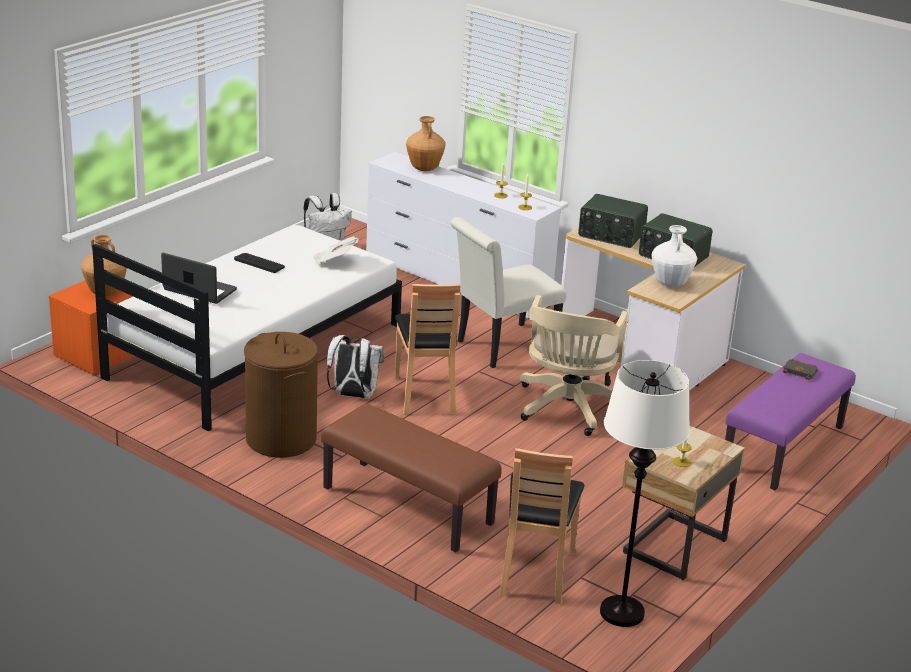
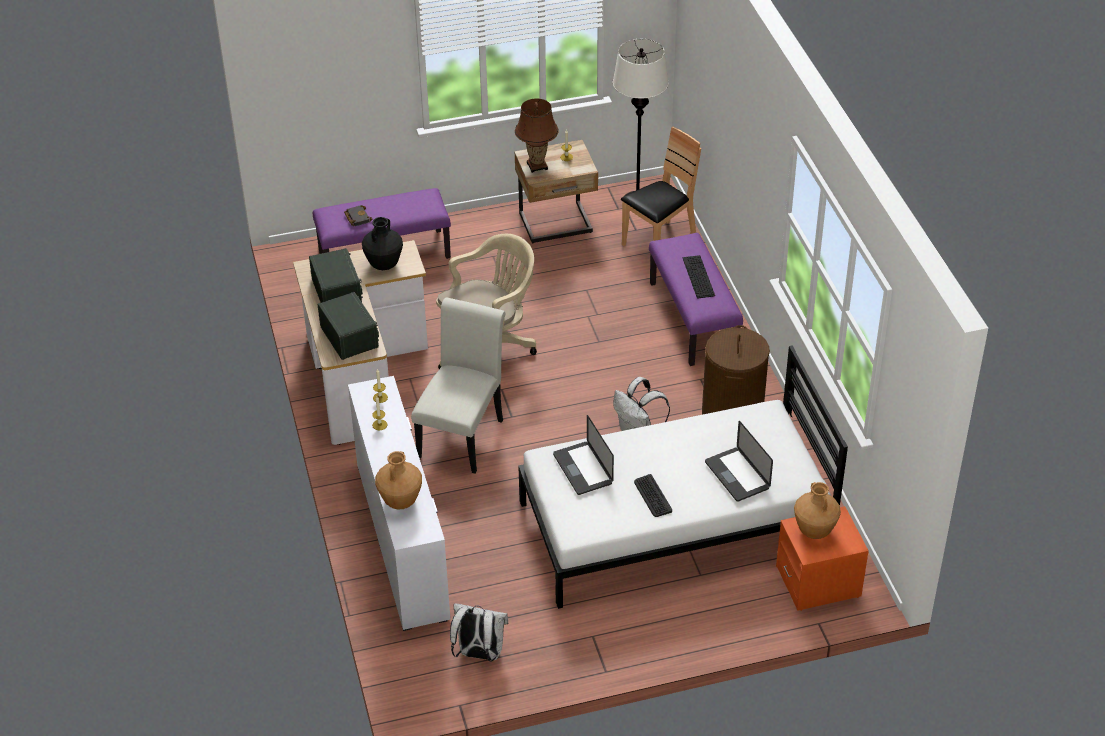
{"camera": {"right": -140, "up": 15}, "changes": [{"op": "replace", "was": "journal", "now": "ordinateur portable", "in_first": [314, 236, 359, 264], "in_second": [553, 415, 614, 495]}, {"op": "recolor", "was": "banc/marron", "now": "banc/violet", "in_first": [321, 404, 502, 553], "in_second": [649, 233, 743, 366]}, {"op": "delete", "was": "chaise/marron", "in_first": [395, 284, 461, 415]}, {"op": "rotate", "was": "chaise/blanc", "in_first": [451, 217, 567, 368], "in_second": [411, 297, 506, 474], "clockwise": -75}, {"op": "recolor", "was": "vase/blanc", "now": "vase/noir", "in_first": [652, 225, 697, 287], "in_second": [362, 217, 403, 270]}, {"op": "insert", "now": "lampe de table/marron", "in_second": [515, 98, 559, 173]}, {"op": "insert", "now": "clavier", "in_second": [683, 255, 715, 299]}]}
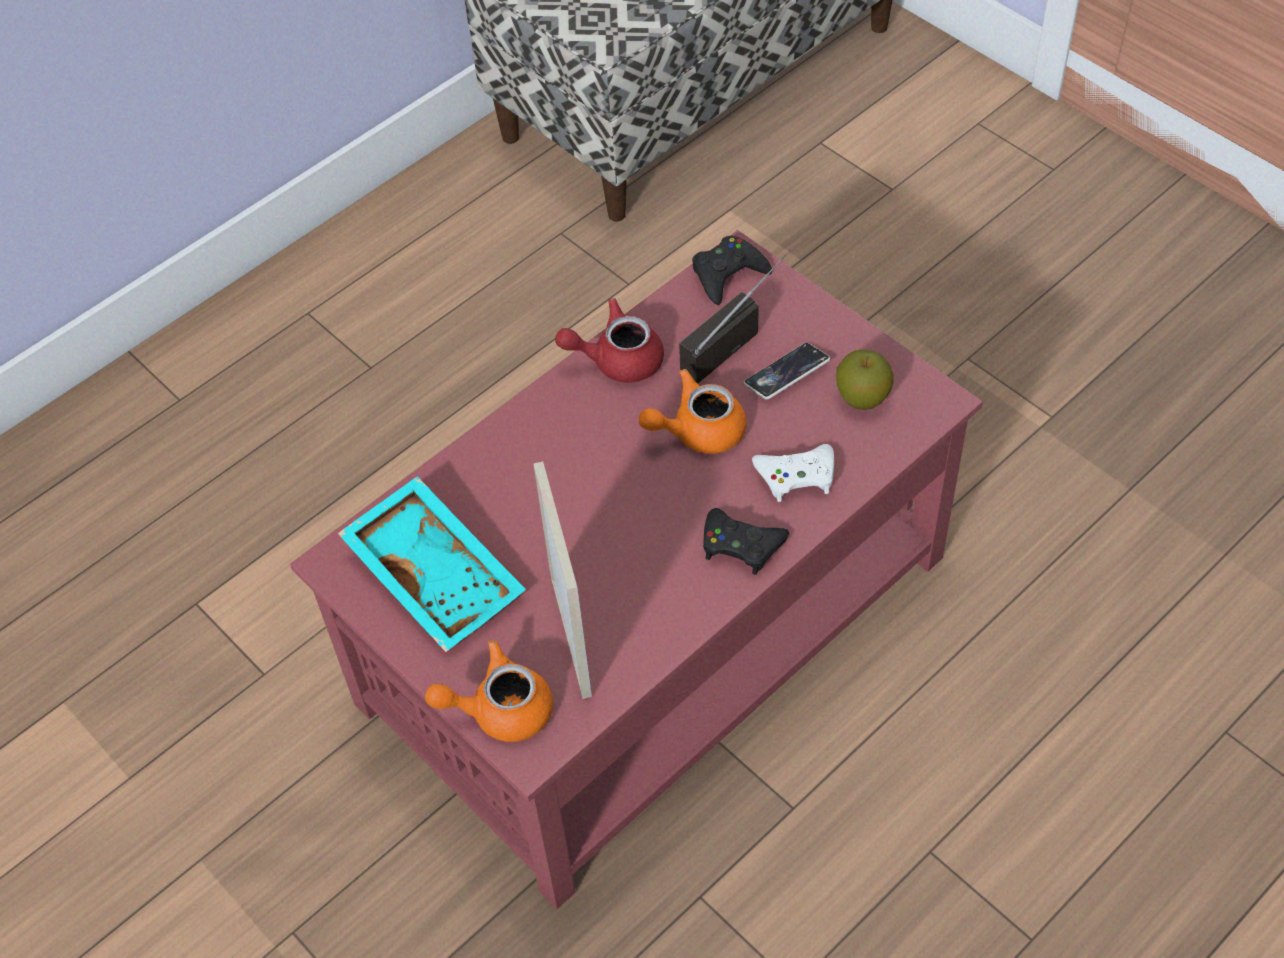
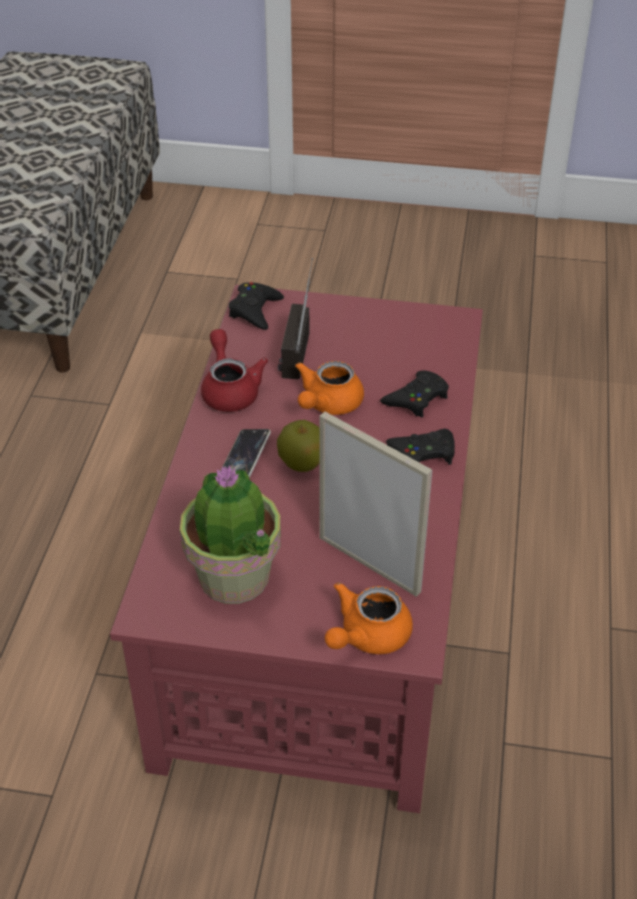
{"camera": {"right": -40, "up": -10}, "changes": [{"op": "replace", "was": "plateau/turquoise", "now": "plante en pot", "in_first": [338, 476, 526, 652], "in_second": [180, 465, 281, 604]}, {"op": "rotate", "was": "théière/rouge", "in_first": [555, 298, 664, 383], "in_second": [201, 329, 268, 412], "clockwise": 120}, {"op": "move", "was": "téléphone", "in_first": [744, 343, 830, 399], "in_second": [221, 429, 271, 477]}, {"op": "recolor", "was": "manette/blanc", "now": "manette/noir", "in_first": [752, 444, 834, 502], "in_second": [380, 370, 449, 418]}, {"op": "move", "was": "pomme", "in_first": [836, 349, 894, 410], "in_second": [277, 420, 320, 472]}]}
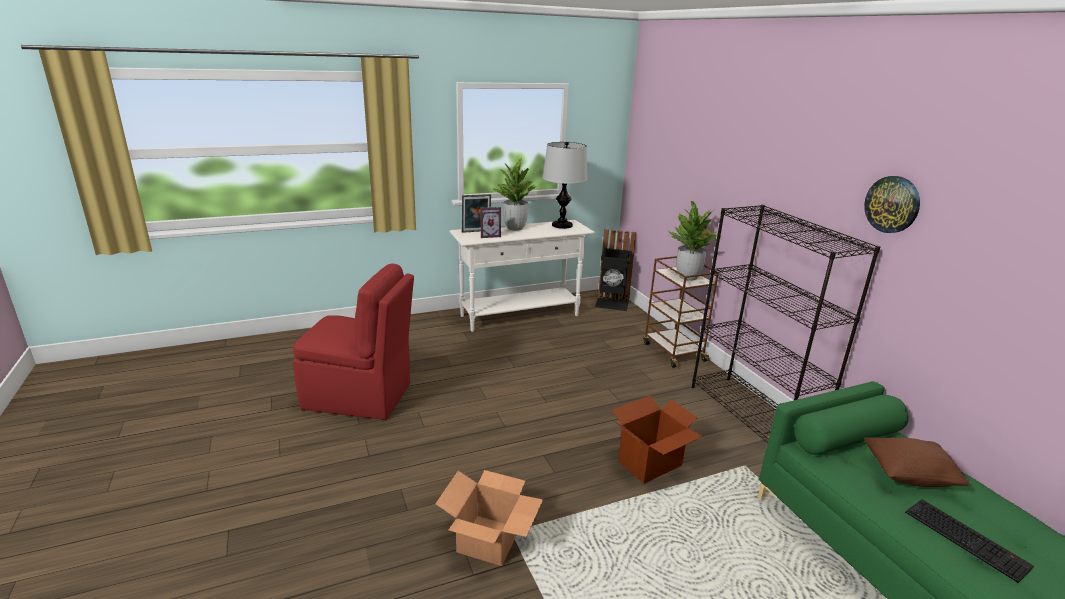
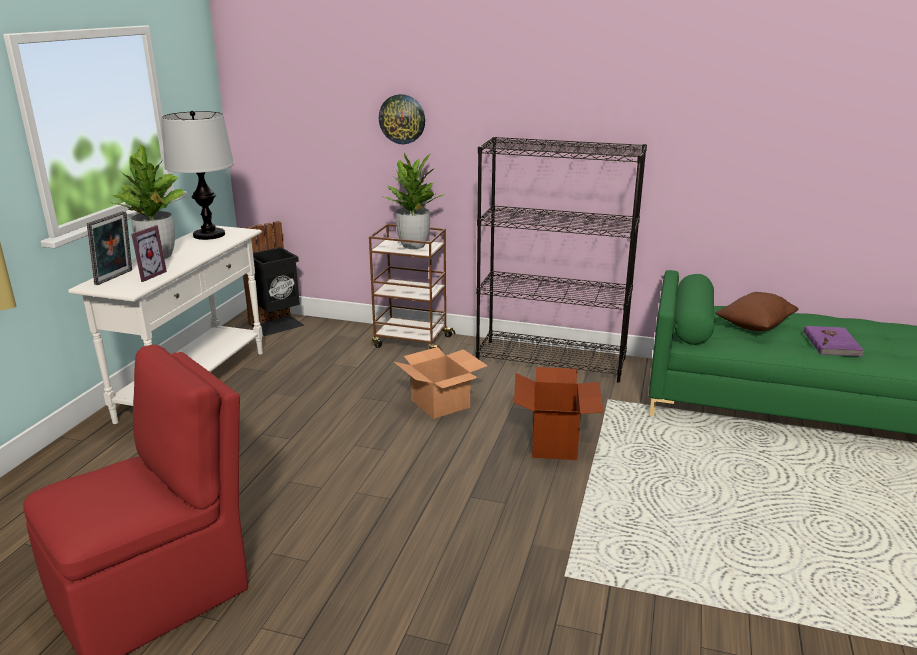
{"camera": {"right": -50, "up": 0}, "changes": [{"op": "move", "was": "carton", "in_first": [435, 470, 543, 566], "in_second": [394, 347, 488, 419]}, {"op": "move", "was": "horloge murale", "in_first": [864, 176, 920, 233], "in_second": [379, 94, 425, 144]}, {"op": "replace", "was": "clavier", "now": "livre/violet", "in_first": [905, 499, 1034, 583], "in_second": [804, 326, 864, 356]}]}
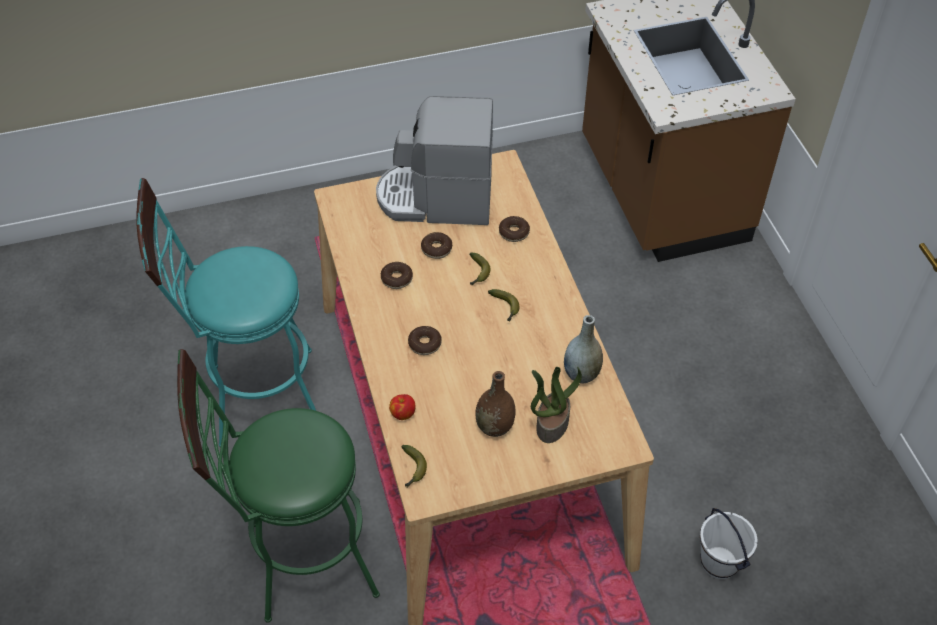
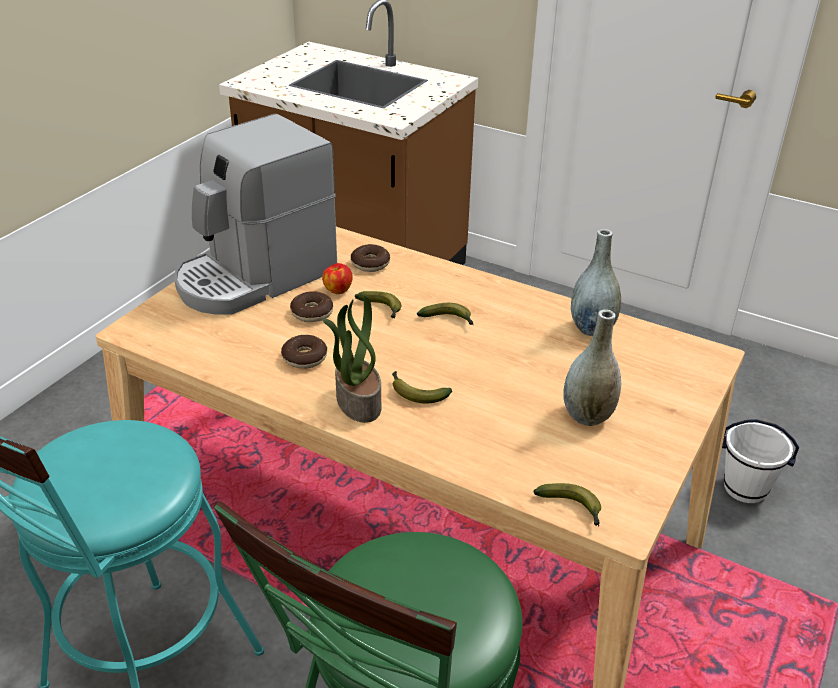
{"camera": {"right": -45, "up": -15}, "changes": [{"op": "move", "was": "pomme", "in_first": [389, 394, 416, 420], "in_second": [322, 263, 353, 294]}, {"op": "replace", "was": "beignet", "now": "banane", "in_first": [408, 326, 442, 355], "in_second": [392, 371, 452, 404]}, {"op": "recolor", "was": "vase/marron", "now": "vase/gris", "in_first": [475, 371, 516, 437], "in_second": [563, 309, 621, 426]}, {"op": "move", "was": "plante en pot", "in_first": [531, 367, 582, 443], "in_second": [323, 296, 381, 423]}]}
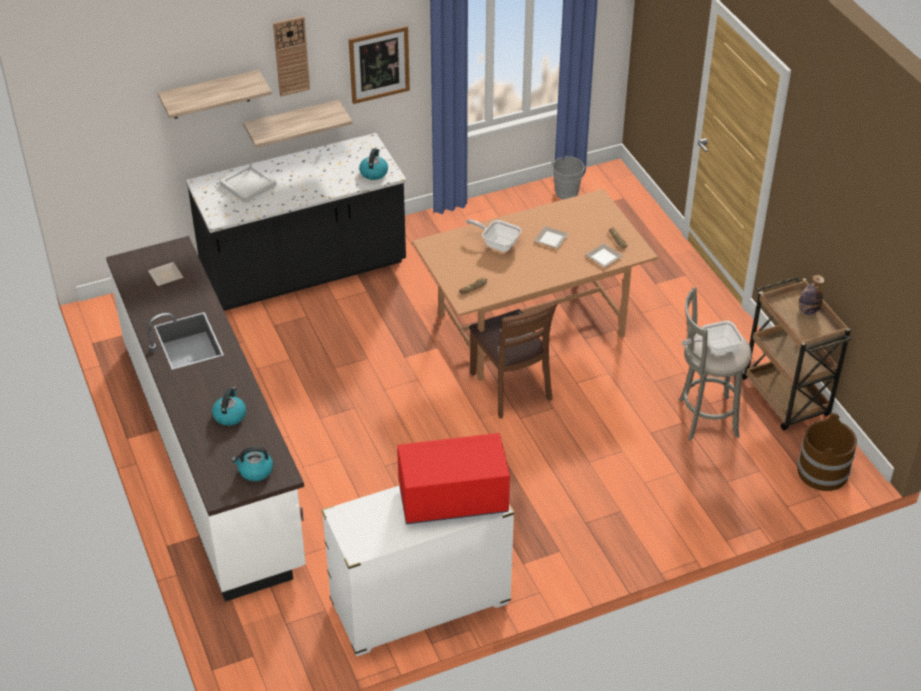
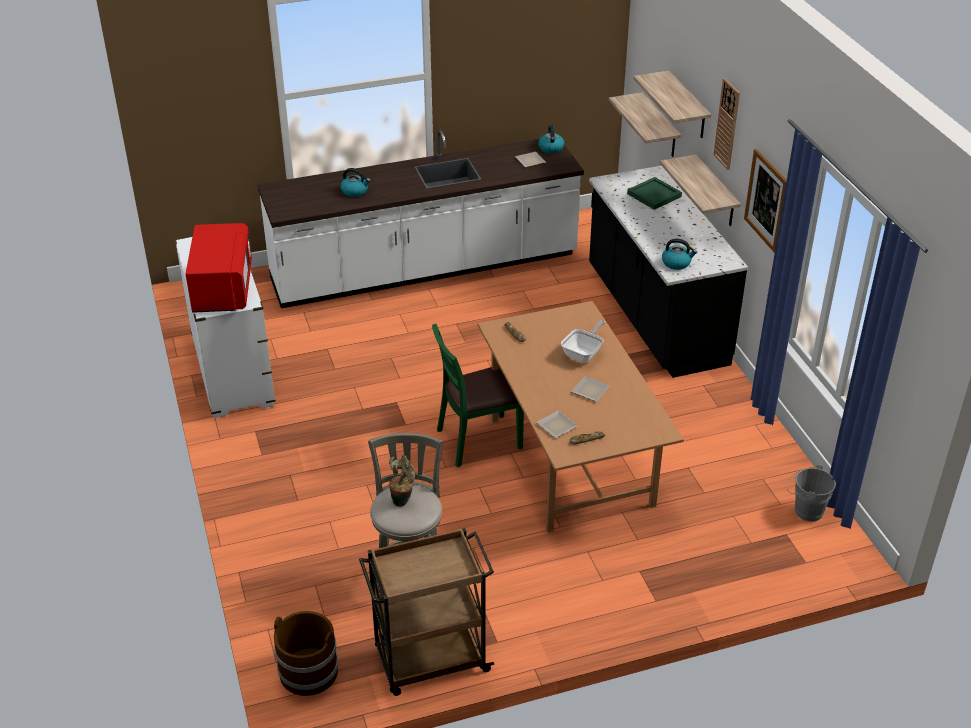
{"camera": {"right": 95, "up": -5}, "changes": [{"op": "recolor", "was": "plateau/blanc", "now": "plateau/vert", "in_first": [219, 164, 277, 203], "in_second": [627, 177, 682, 210]}, {"op": "move", "was": "bouilloire", "in_first": [231, 447, 273, 481], "in_second": [538, 125, 564, 154]}, {"op": "recolor", "was": "chaise/marron", "now": "chaise/vert", "in_first": [469, 300, 558, 419], "in_second": [432, 324, 524, 467]}, {"op": "replace", "was": "poêle", "now": "plante en pot", "in_first": [682, 321, 743, 354], "in_second": [389, 455, 415, 507]}, {"op": "delete", "was": "bouteille", "in_first": [798, 275, 825, 315]}, {"op": "insert", "now": "étagère", "in_second": [609, 92, 681, 157]}]}
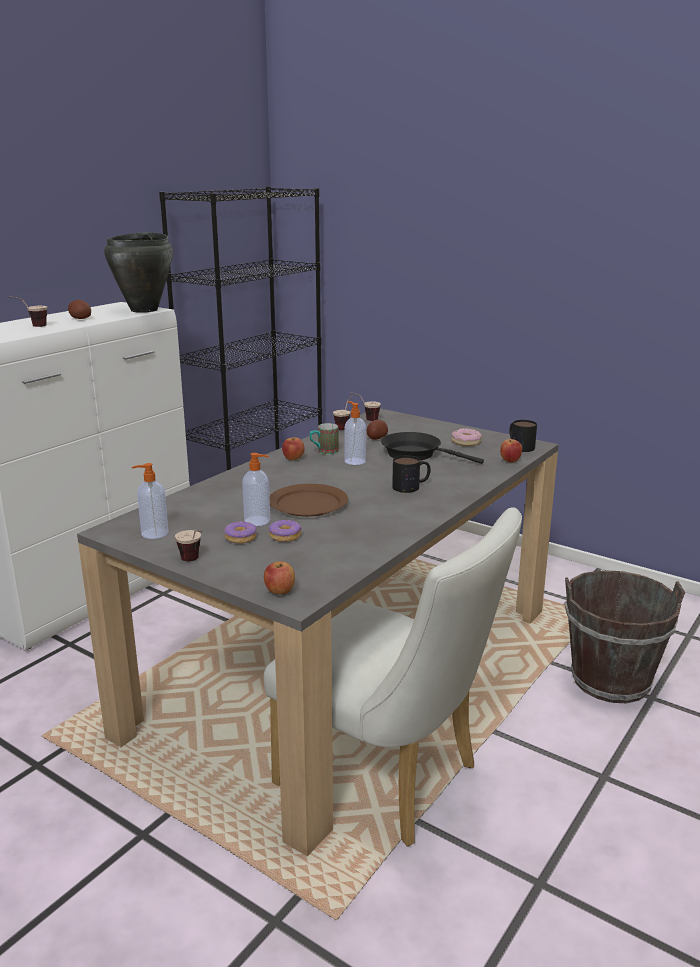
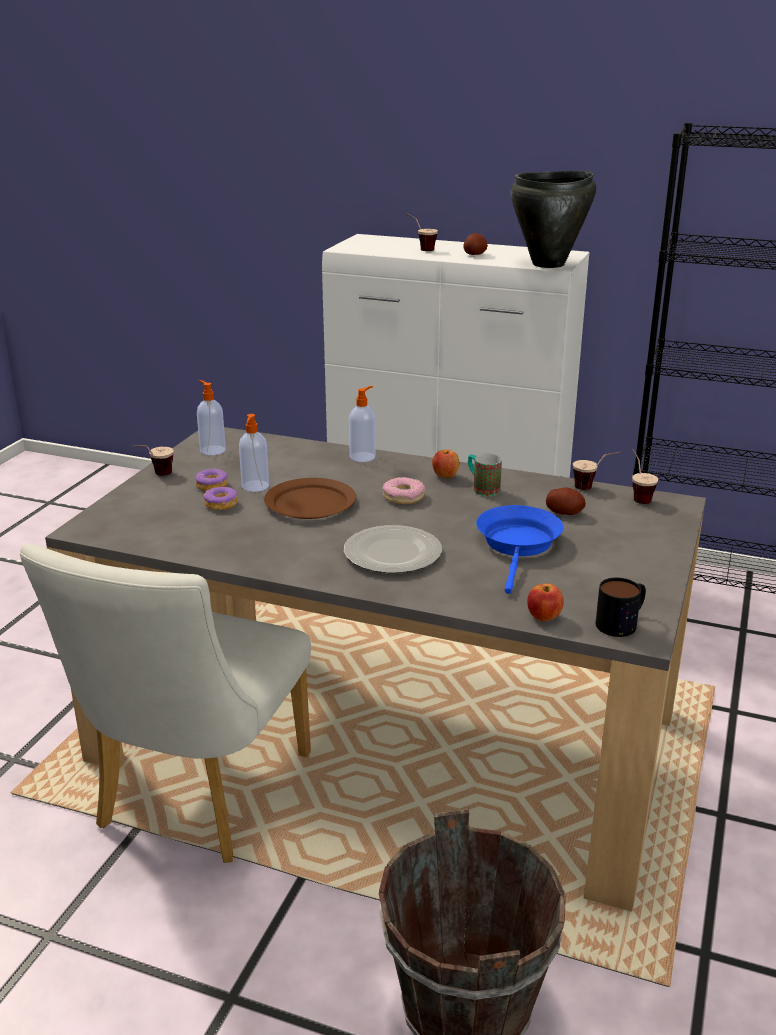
{"camera": {"right": 75, "up": 5}, "changes": [{"op": "delete", "was": "pomme", "in_first": [264, 561, 295, 595]}, {"op": "move", "was": "distributeur de savon", "in_first": [344, 401, 366, 465], "in_second": [349, 386, 376, 462]}, {"op": "recolor", "was": "poêle/noir", "now": "poêle/bleu", "in_first": [381, 432, 484, 464], "in_second": [476, 505, 564, 594]}, {"op": "replace", "was": "mug", "now": "assiette", "in_first": [392, 455, 430, 493], "in_second": [344, 525, 442, 573]}, {"op": "move", "was": "beignet", "in_first": [452, 428, 482, 446], "in_second": [382, 477, 425, 504]}]}
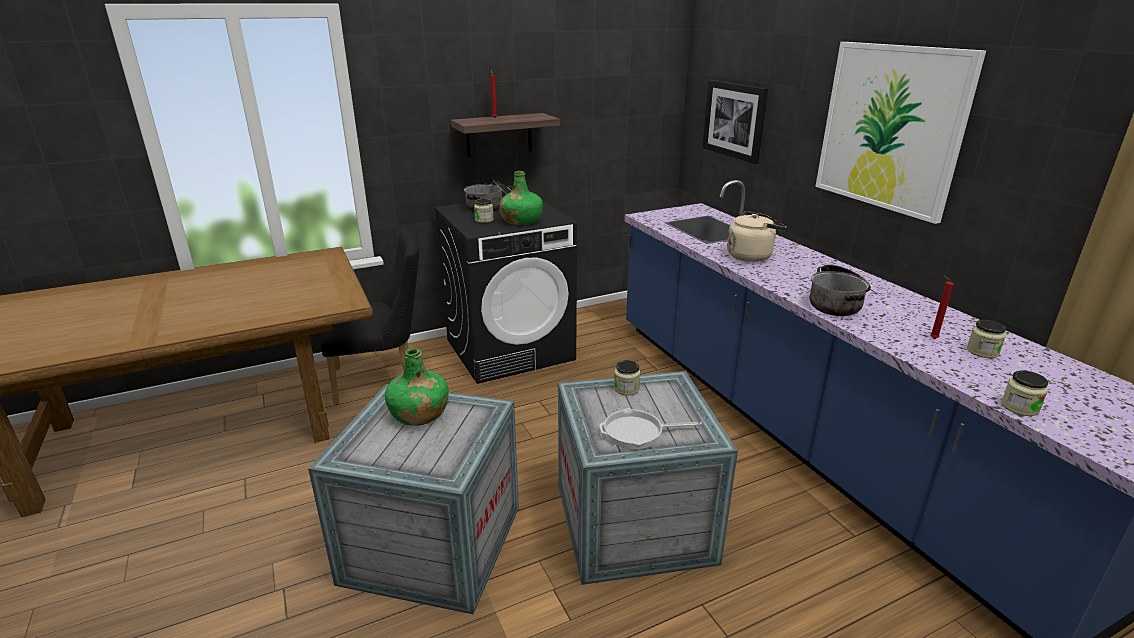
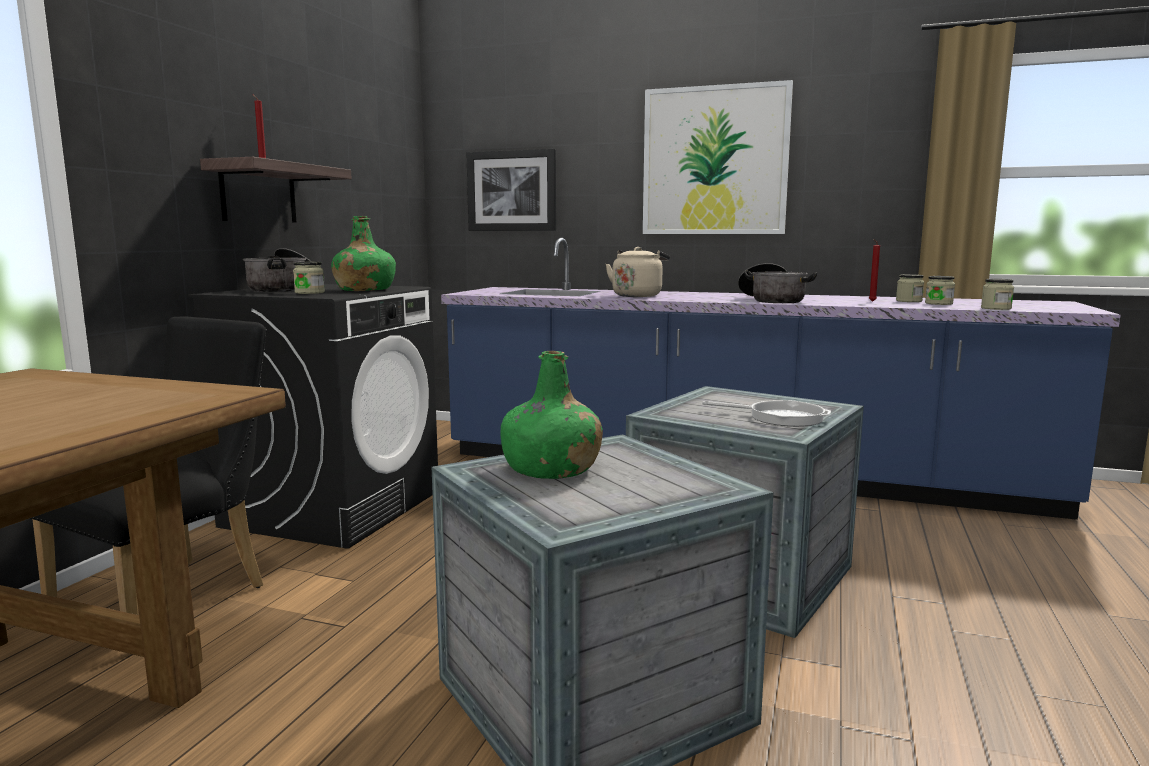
{"camera": {"right": -45, "up": -15}, "changes": [{"op": "rotate", "was": "poêle", "in_first": [600, 408, 702, 449], "in_second": [702, 400, 831, 427], "clockwise": -105}, {"op": "move", "was": "bocal", "in_first": [614, 360, 640, 395], "in_second": [925, 276, 955, 305]}]}
